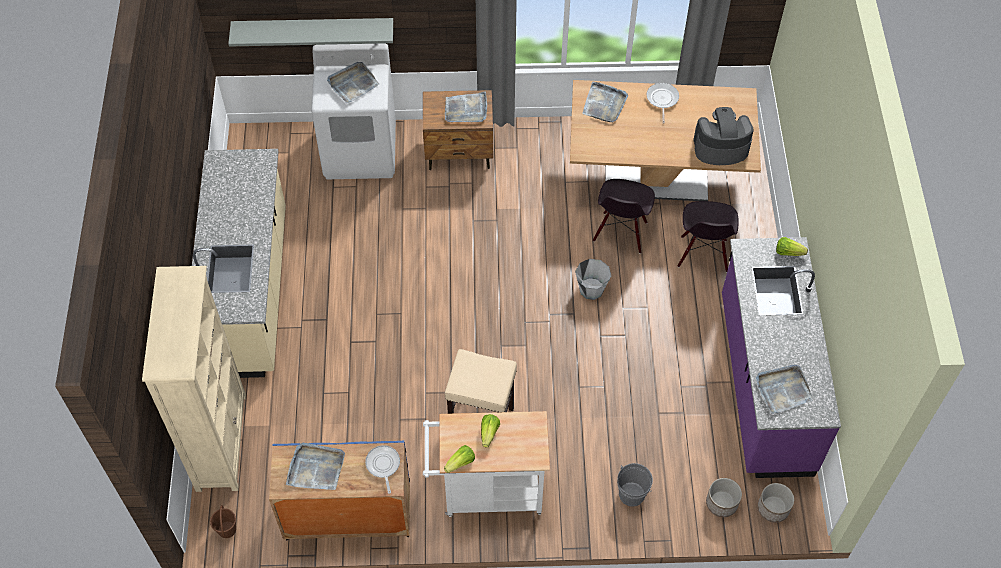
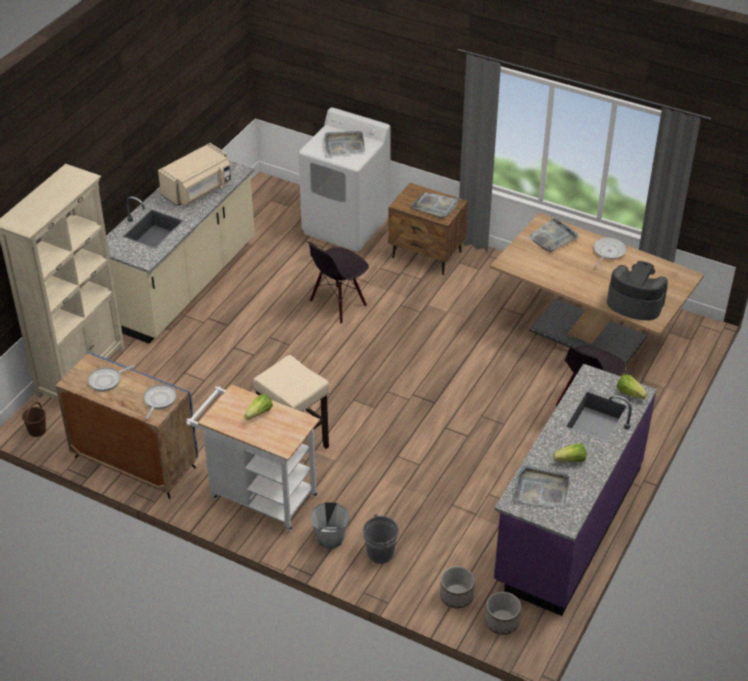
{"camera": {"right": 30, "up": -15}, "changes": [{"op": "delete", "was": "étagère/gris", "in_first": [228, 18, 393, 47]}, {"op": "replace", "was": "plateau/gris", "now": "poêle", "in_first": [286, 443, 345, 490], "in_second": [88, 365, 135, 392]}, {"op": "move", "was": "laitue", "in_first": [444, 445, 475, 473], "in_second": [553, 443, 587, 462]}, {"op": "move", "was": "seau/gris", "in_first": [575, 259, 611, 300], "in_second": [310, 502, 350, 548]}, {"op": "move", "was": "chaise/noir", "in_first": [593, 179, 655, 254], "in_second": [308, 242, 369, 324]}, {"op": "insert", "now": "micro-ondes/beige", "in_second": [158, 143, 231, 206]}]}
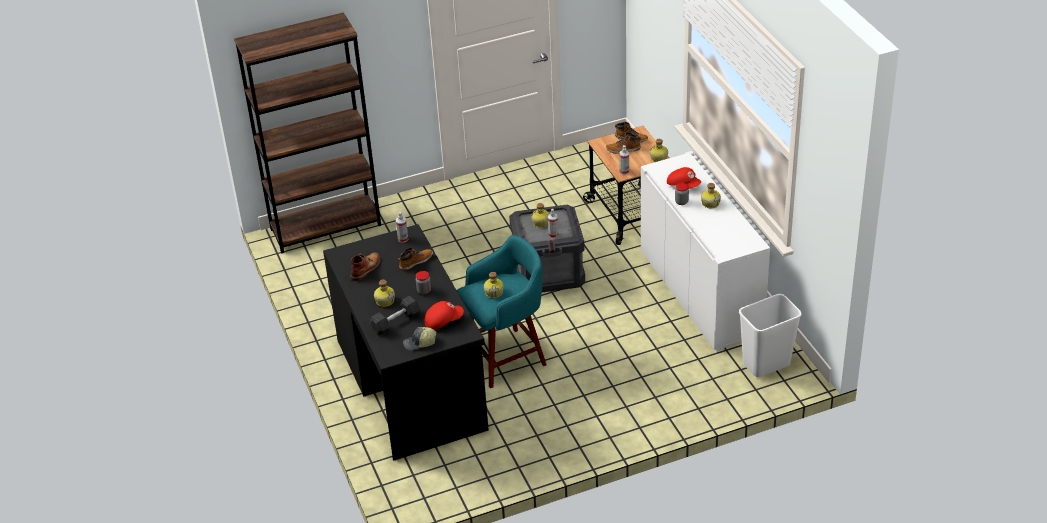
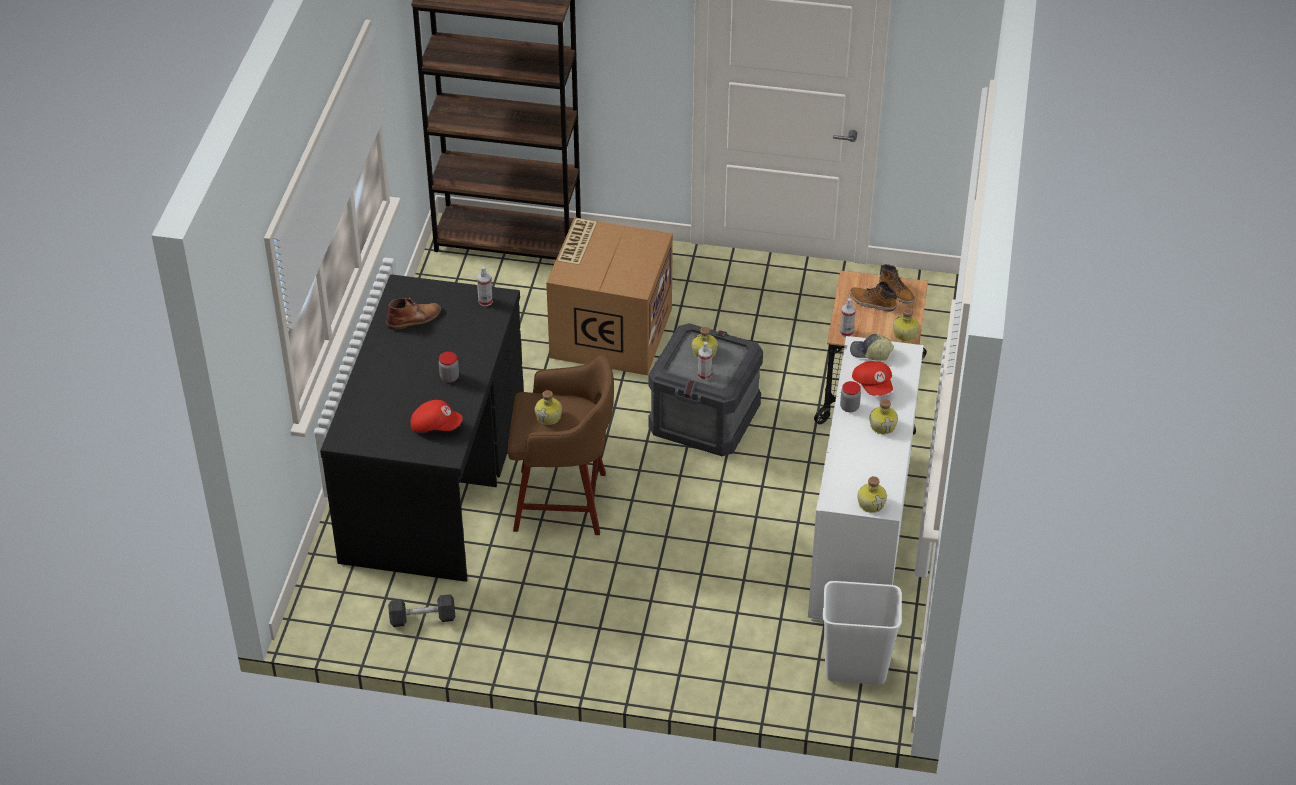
{"camera": {"right": 30, "up": 5}, "changes": [{"op": "move", "was": "haltère/gris", "in_first": [370, 296, 420, 335], "in_second": [388, 594, 455, 627]}, {"op": "move", "was": "bouteille", "in_first": [374, 280, 395, 307], "in_second": [857, 476, 887, 513]}, {"op": "delete", "was": "botte", "in_first": [398, 248, 433, 271]}, {"op": "move", "was": "casquette", "in_first": [403, 327, 437, 351], "in_second": [850, 334, 894, 361]}, {"op": "recolor", "was": "tabouret/turquoise", "now": "tabouret/marron", "in_first": [457, 235, 547, 388], "in_second": [508, 355, 614, 535]}, {"op": "insert", "now": "carton", "in_second": [546, 217, 673, 375]}]}
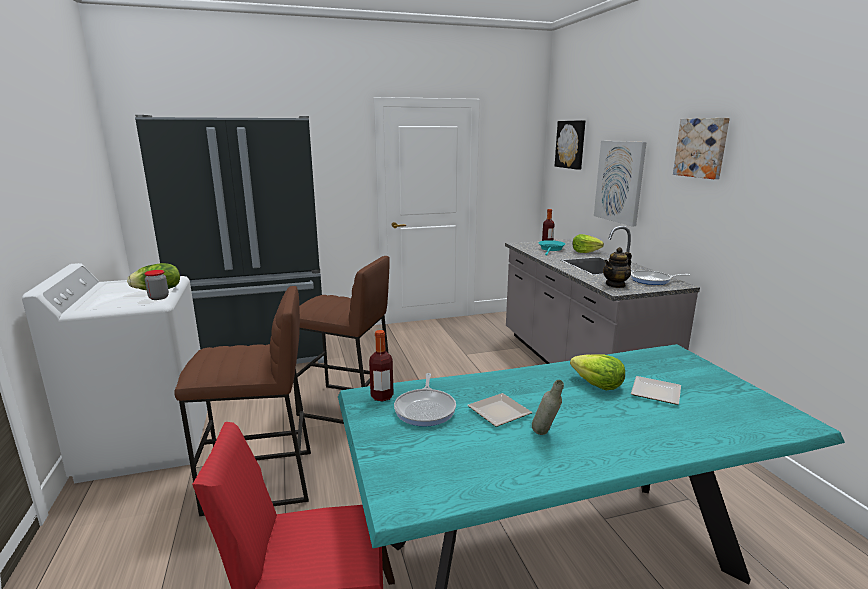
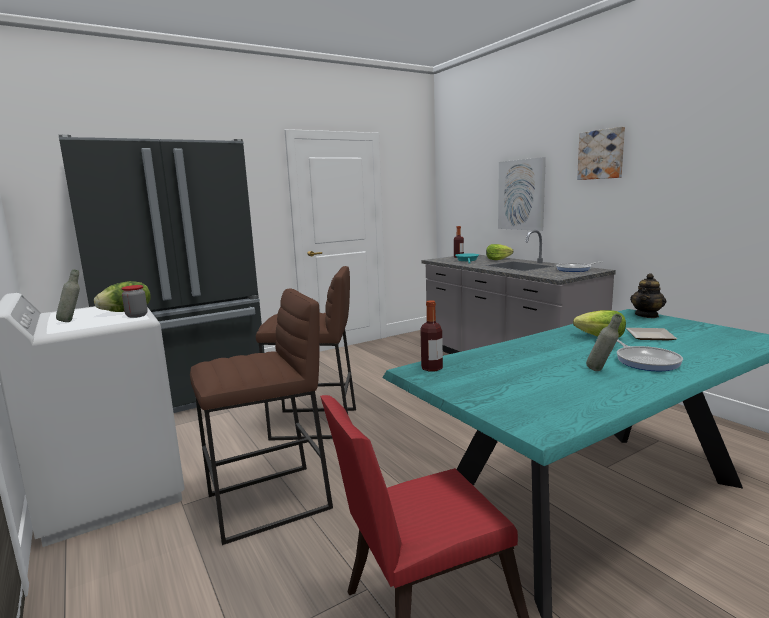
{"camera": {"right": -15, "up": -5}, "changes": [{"op": "move", "was": "poêle", "in_first": [394, 373, 456, 426], "in_second": [617, 339, 683, 371]}, {"op": "delete", "was": "assiette", "in_first": [467, 393, 532, 427]}, {"op": "delete", "was": "tableau", "in_first": [555, 120, 585, 170]}, {"op": "move", "was": "théière", "in_first": [603, 247, 632, 288], "in_second": [630, 273, 666, 318]}, {"op": "insert", "now": "bouteille/gris", "in_second": [56, 269, 80, 322]}]}
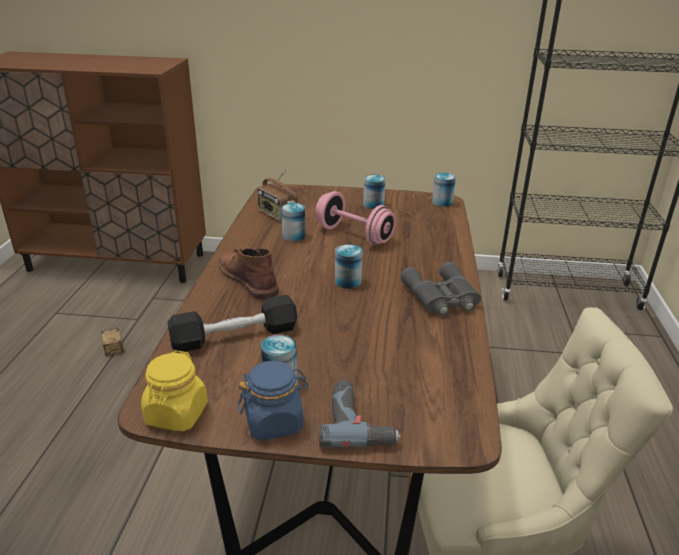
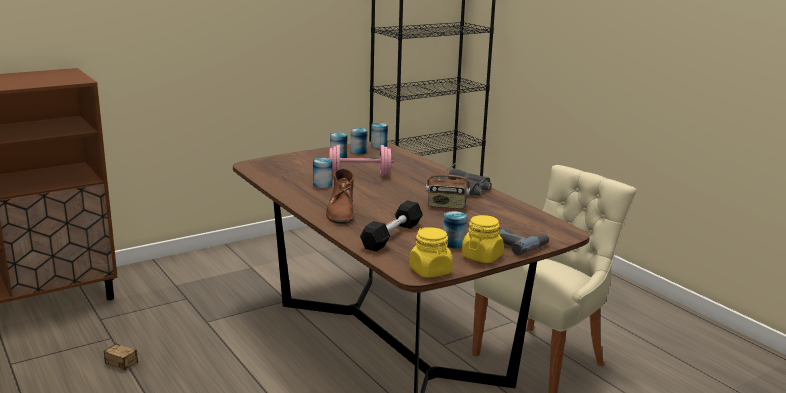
{"camera": {"right": -40, "up": -10}, "changes": [{"op": "rotate", "was": "botte/marron", "in_first": [218, 248, 279, 300], "in_second": [326, 168, 354, 224], "clockwise": -105}, {"op": "recolor", "was": "bocal/bleu", "now": "bocal/jaune", "in_first": [238, 361, 309, 440], "in_second": [462, 215, 504, 263]}, {"op": "move", "was": "radio", "in_first": [257, 169, 298, 221], "in_second": [426, 161, 470, 209]}, {"op": "move", "was": "boîte métallique", "in_first": [335, 244, 363, 289], "in_second": [351, 128, 368, 154]}]}
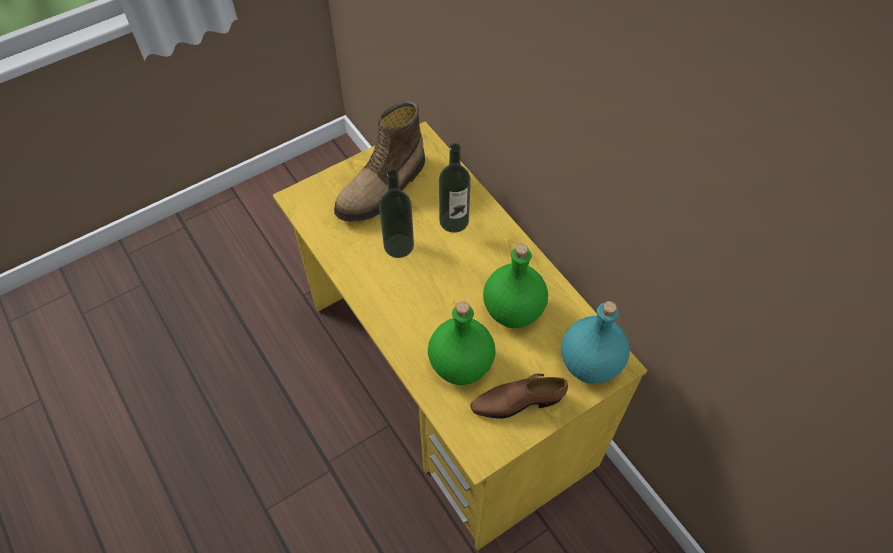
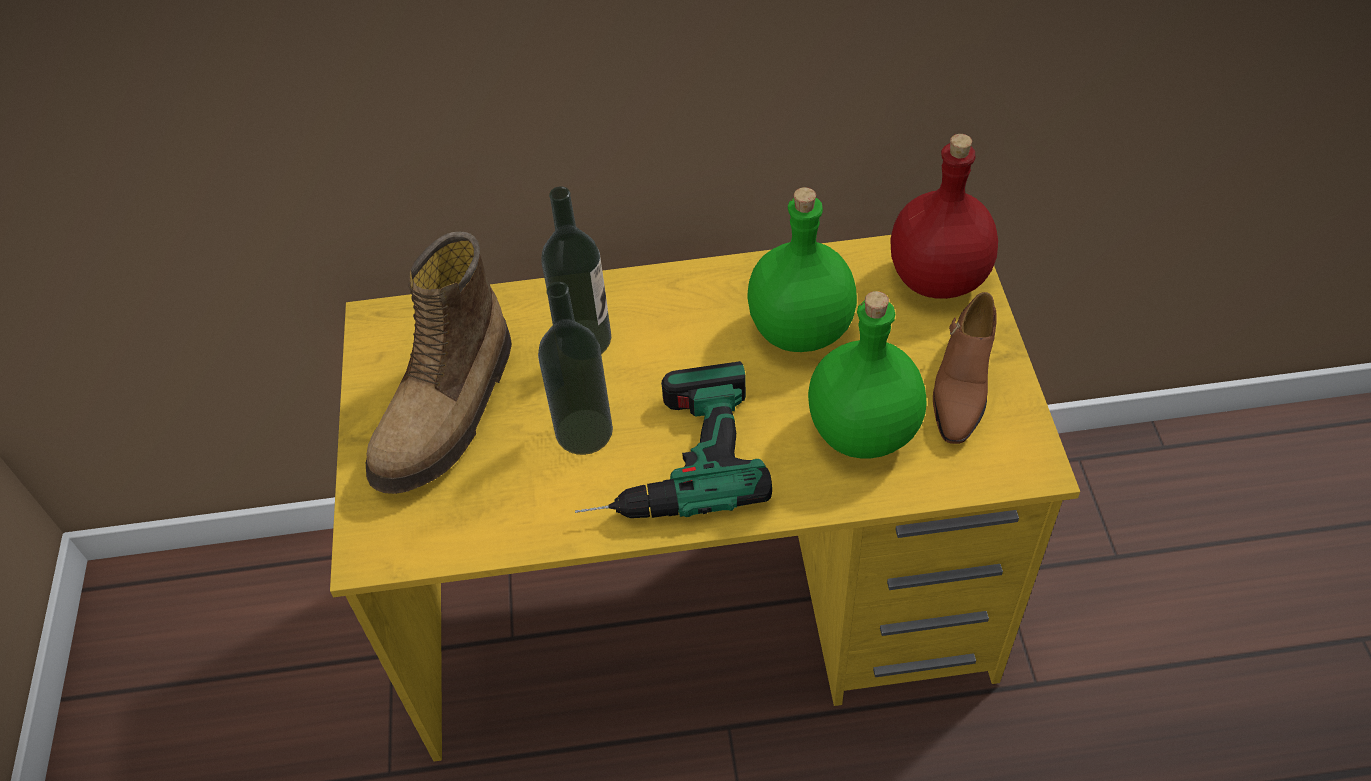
{"camera": {"right": -60, "up": -5}, "changes": [{"op": "rotate", "was": "botte", "in_first": [334, 101, 425, 222], "in_second": [366, 232, 512, 494], "clockwise": 45}, {"op": "recolor", "was": "bouteille/turquoise", "now": "bouteille/rouge", "in_first": [561, 301, 630, 384], "in_second": [890, 134, 998, 299]}, {"op": "insert", "now": "perceuse", "in_second": [575, 361, 772, 518]}]}
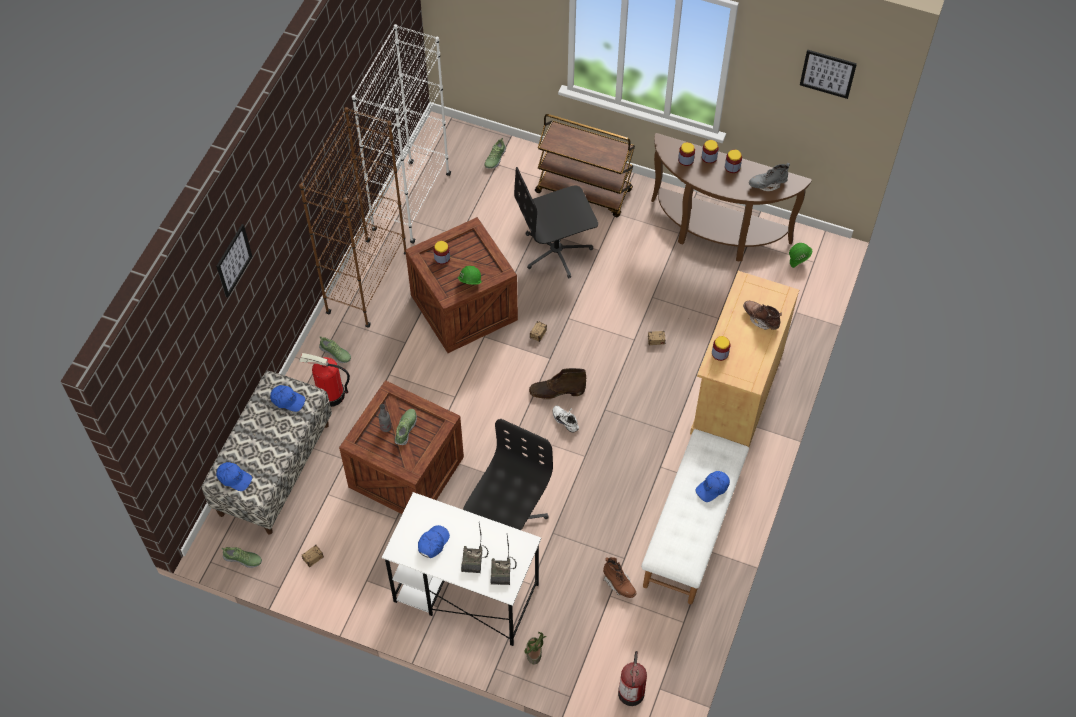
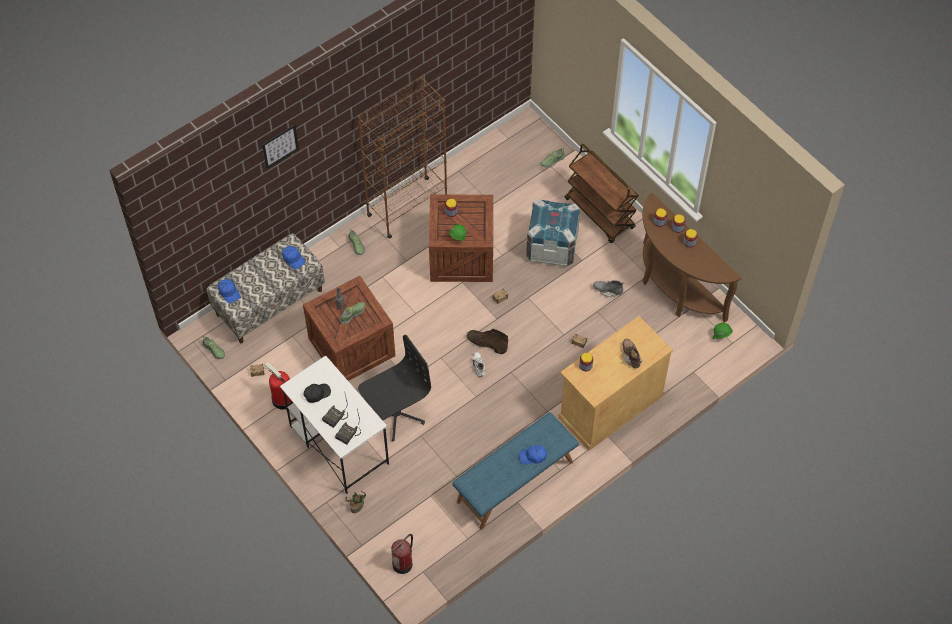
{"camera": {"right": 30, "up": 0}, "changes": [{"op": "move", "was": "extincteur", "in_first": [299, 353, 350, 407], "in_second": [264, 362, 293, 410]}, {"op": "delete", "was": "bibliothèque/blanc", "in_first": [352, 24, 451, 244]}, {"op": "recolor", "was": "casquette/bleu", "now": "casquette/noir", "in_first": [418, 525, 450, 558], "in_second": [303, 384, 331, 403]}, {"op": "replace", "was": "chaise de bureau/noir", "now": "caisse", "in_first": [514, 167, 598, 278], "in_second": [526, 199, 580, 267]}, {"op": "delete", "was": "botte/marron", "in_first": [603, 557, 636, 598]}, {"op": "recolor", "was": "banc/blanc", "now": "banc/bleu", "in_first": [641, 429, 749, 604], "in_second": [452, 412, 579, 530]}, {"op": "move", "was": "botte/gris", "in_first": [749, 163, 790, 191], "in_second": [593, 280, 624, 297]}, {"op": "delete", "was": "tableau", "in_first": [800, 50, 857, 99]}]}
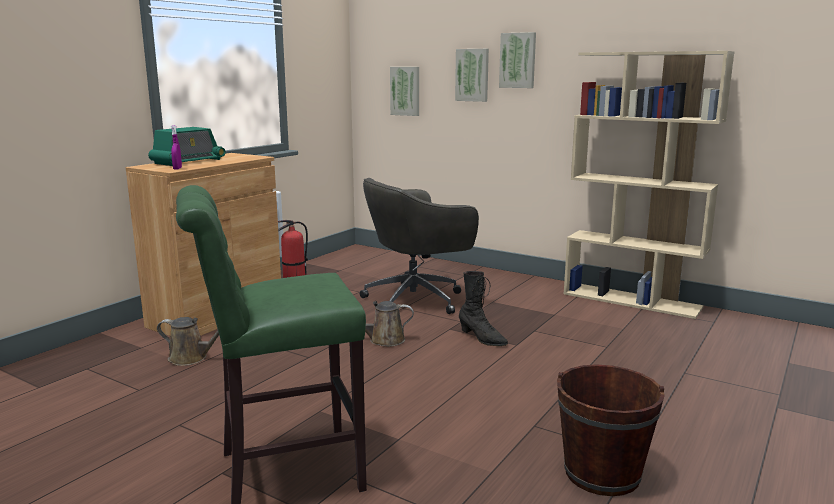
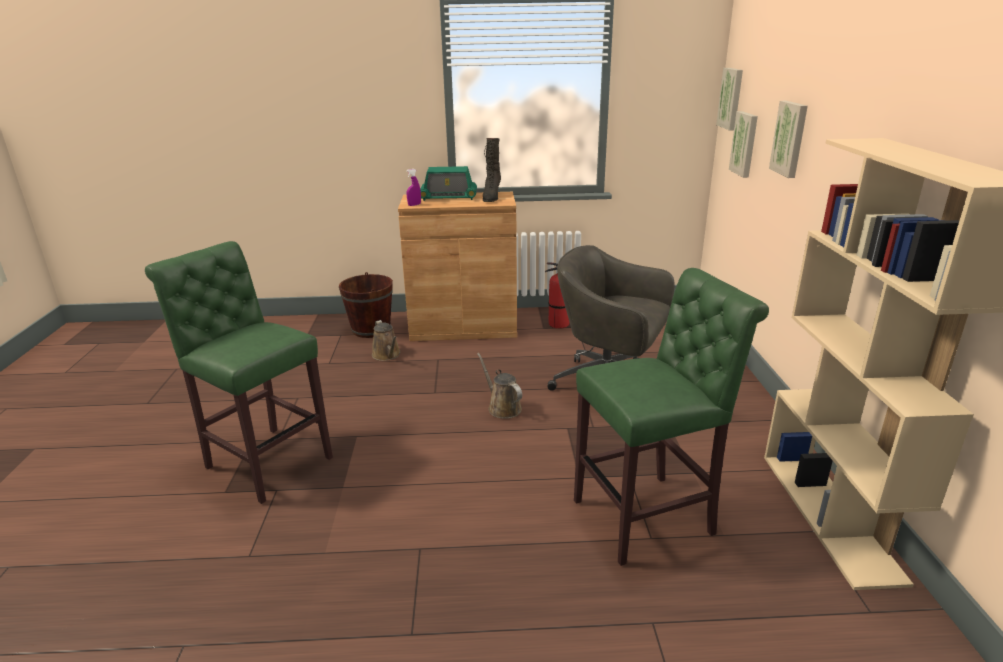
{"camera": {"right": 55, "up": 10}, "changes": [{"op": "move", "was": "botte/noir", "in_first": [459, 271, 508, 346], "in_second": [483, 138, 501, 202]}, {"op": "move", "was": "tableau", "in_first": [499, 32, 536, 88], "in_second": [716, 68, 743, 131]}, {"op": "move", "was": "seau/marron", "in_first": [557, 365, 665, 496], "in_second": [339, 272, 393, 338]}, {"op": "insert", "now": "tabouret/vert", "in_second": [574, 268, 769, 566]}]}
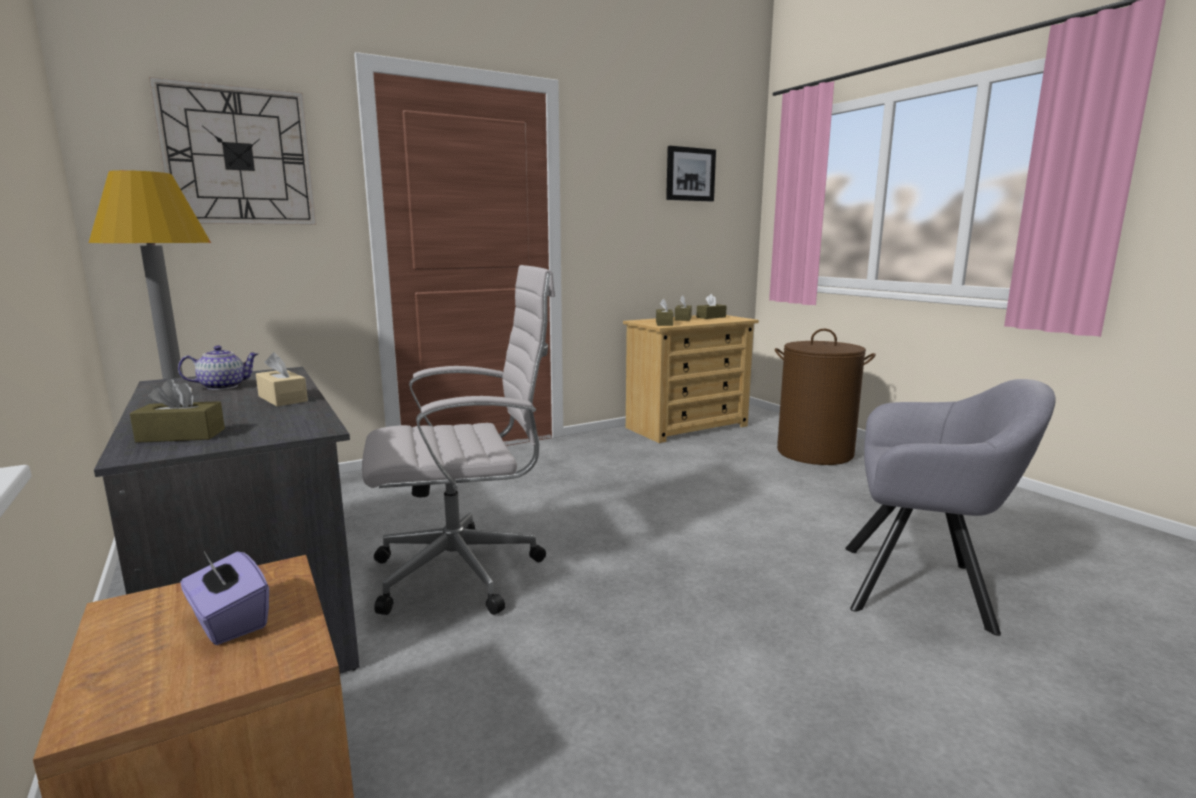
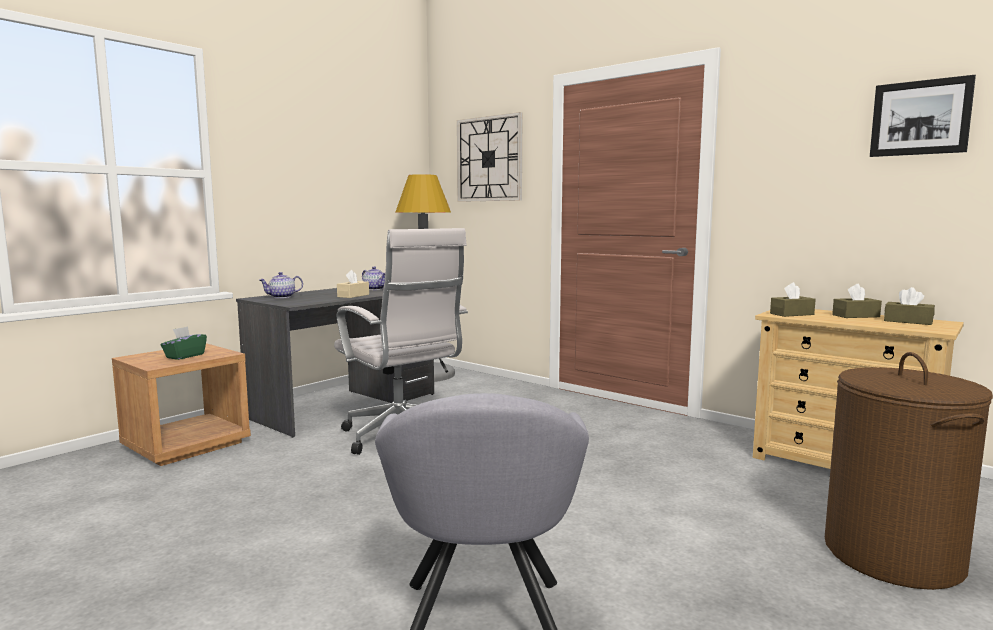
{"camera": {"right": 70, "up": -5}, "changes": [{"op": "replace", "was": "boîte à mouchoirs/marron", "now": "théière", "in_first": [130, 379, 225, 443], "in_second": [260, 272, 303, 298]}, {"op": "recolor", "was": "boîte à mouchoirs/violet", "now": "boîte à mouchoirs/vert", "in_first": [180, 551, 269, 645], "in_second": [161, 326, 207, 360]}]}
